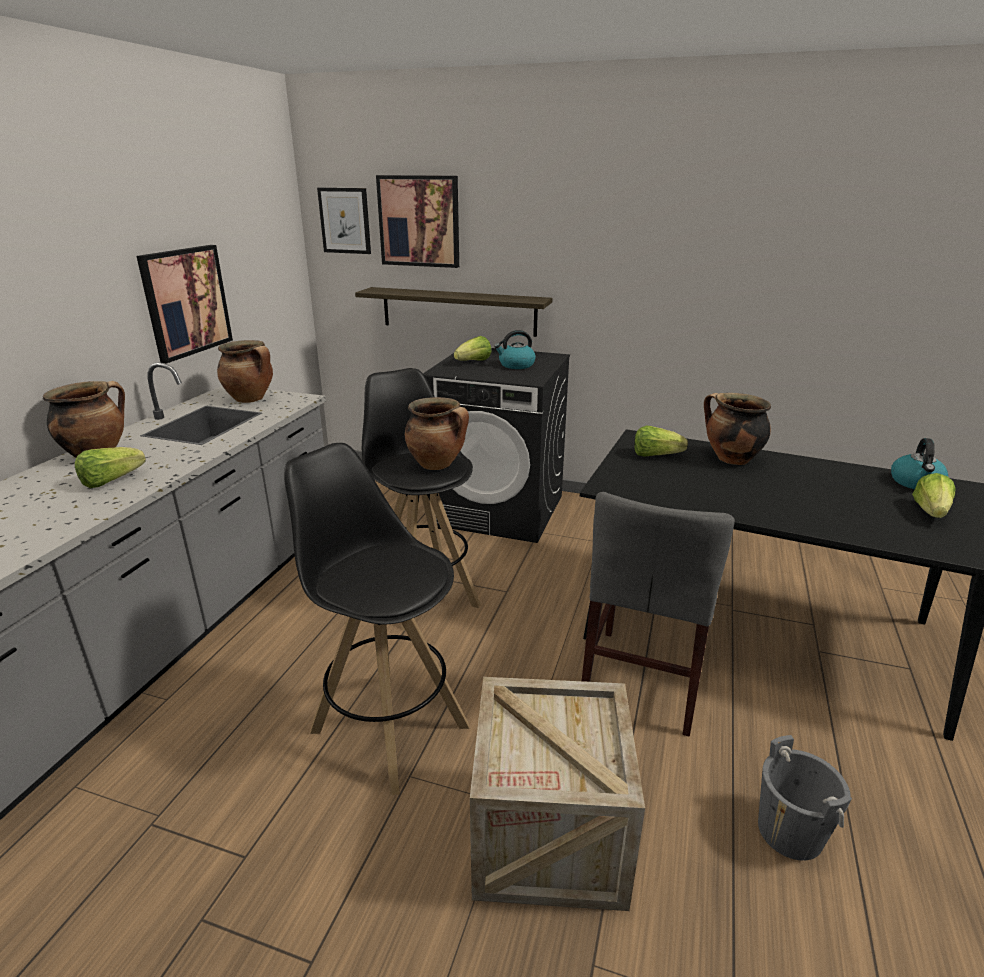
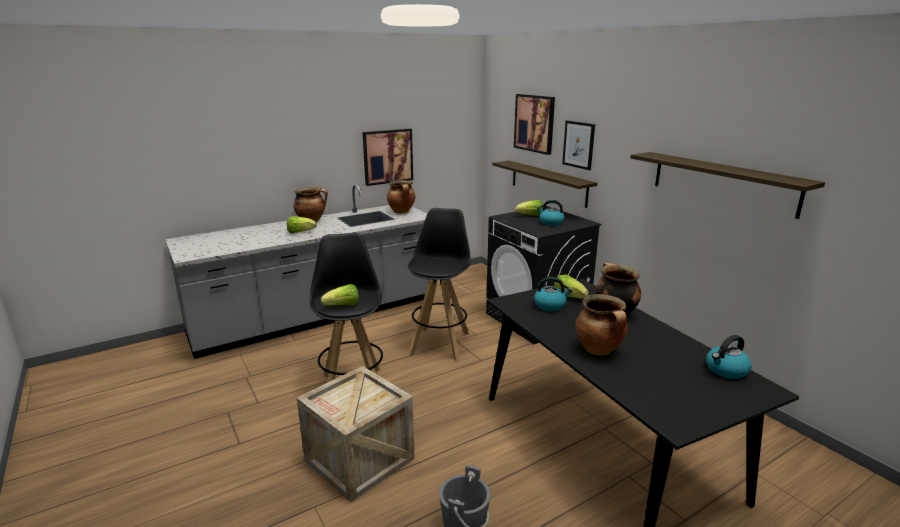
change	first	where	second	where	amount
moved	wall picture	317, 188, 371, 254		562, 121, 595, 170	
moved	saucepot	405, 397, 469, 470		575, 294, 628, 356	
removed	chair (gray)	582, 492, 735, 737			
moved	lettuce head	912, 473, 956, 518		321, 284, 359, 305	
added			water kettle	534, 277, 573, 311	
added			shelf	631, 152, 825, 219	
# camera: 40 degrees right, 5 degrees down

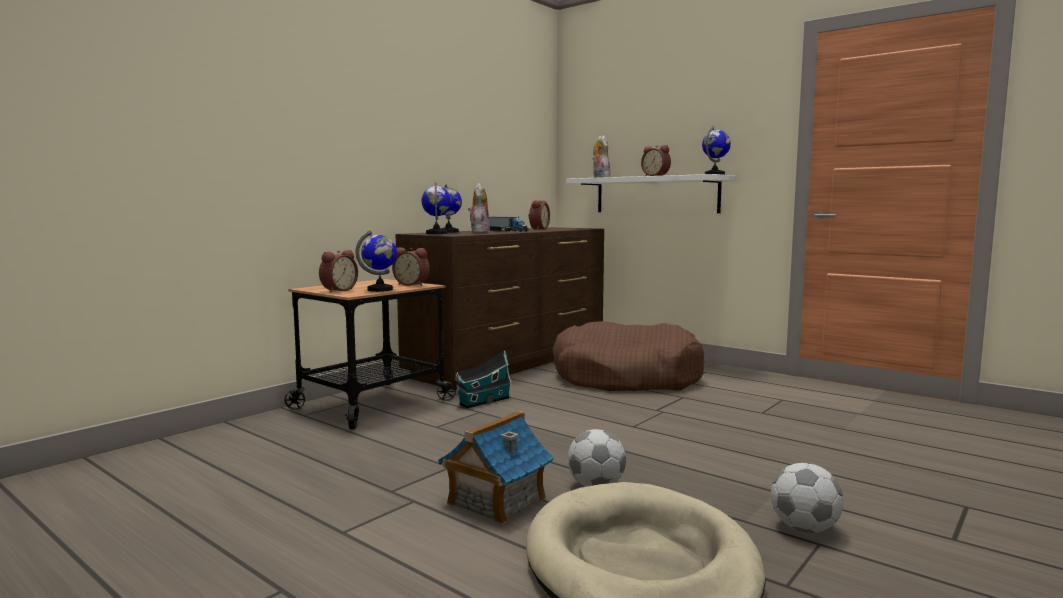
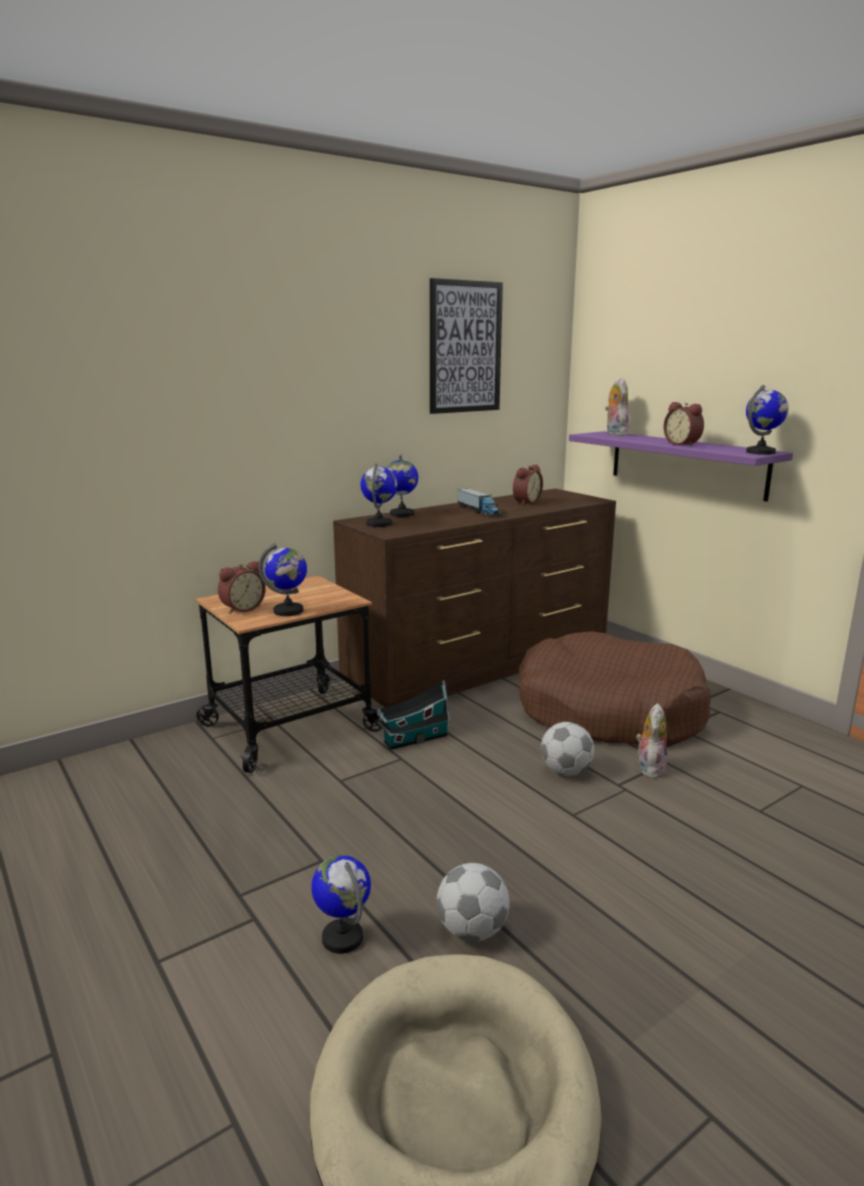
change	first	where	second	where	amount
removed	bedside clock	392, 247, 430, 286			
replaced	toy house	438, 411, 554, 525	desk globe	312, 855, 371, 954	
moved	soft toy	468, 183, 490, 232		636, 703, 667, 778	
recoloured	shelf (whitish)	566, 174, 735, 213	shelf (purple-coloured)	569, 431, 793, 502	
moved	football	771, 463, 844, 533		541, 722, 594, 776	
added			wall picture	430, 278, 503, 414	
# camera: 15 degrees right, 10 degrees up

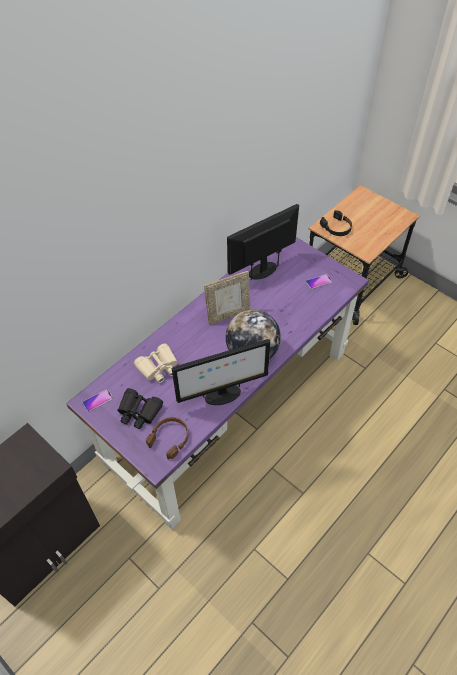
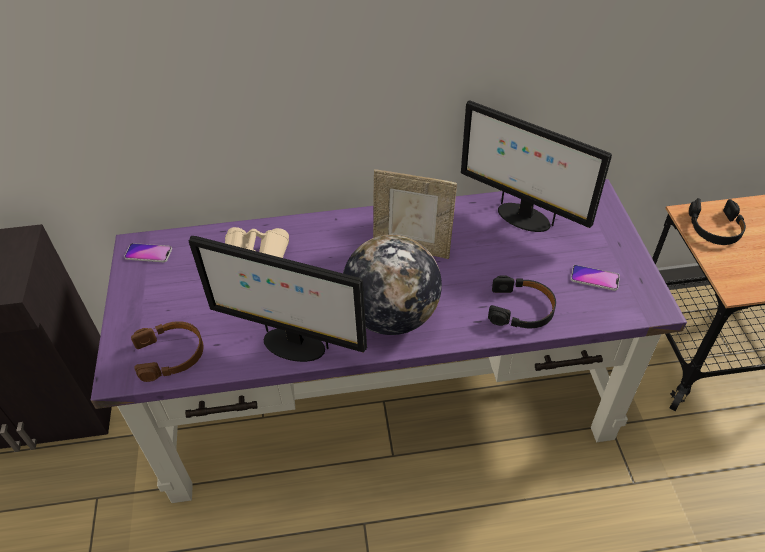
change	first	where	second	where	amount
removed	field glasses (black)	117, 388, 163, 429			
turned	monitor	227, 204, 299, 280		461, 100, 612, 232	150 degrees counterclockwise
added			headset (black)	488, 275, 556, 328	
# camera: 40 degrees right, 5 degrees down

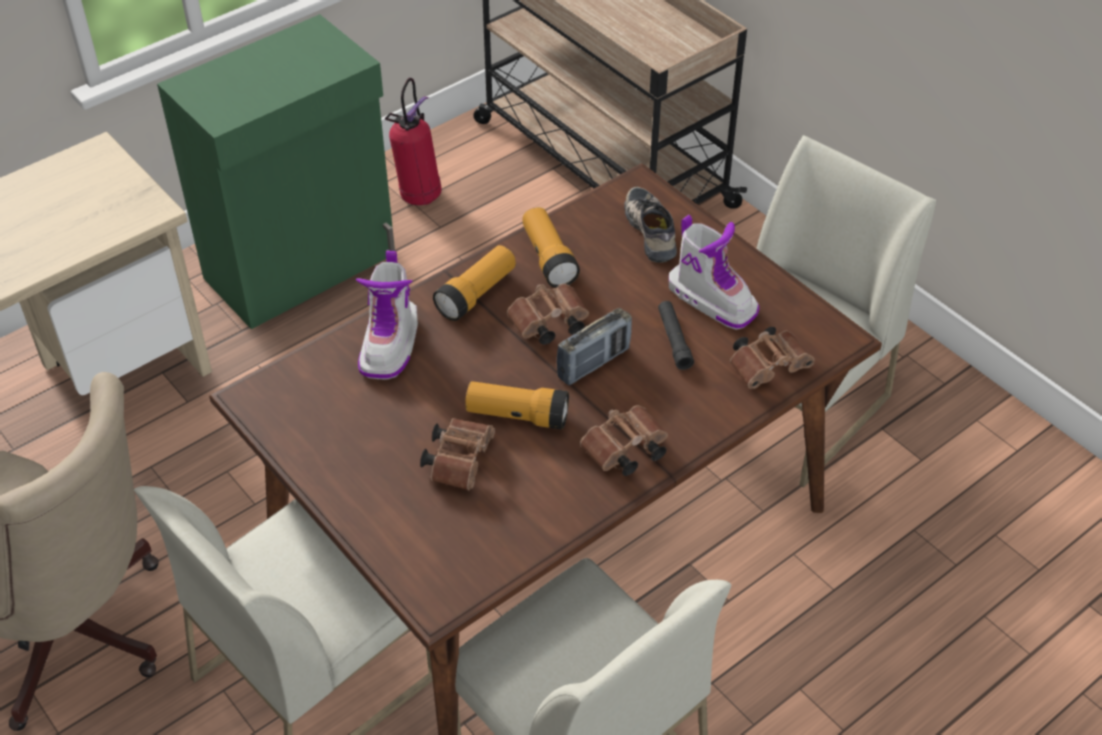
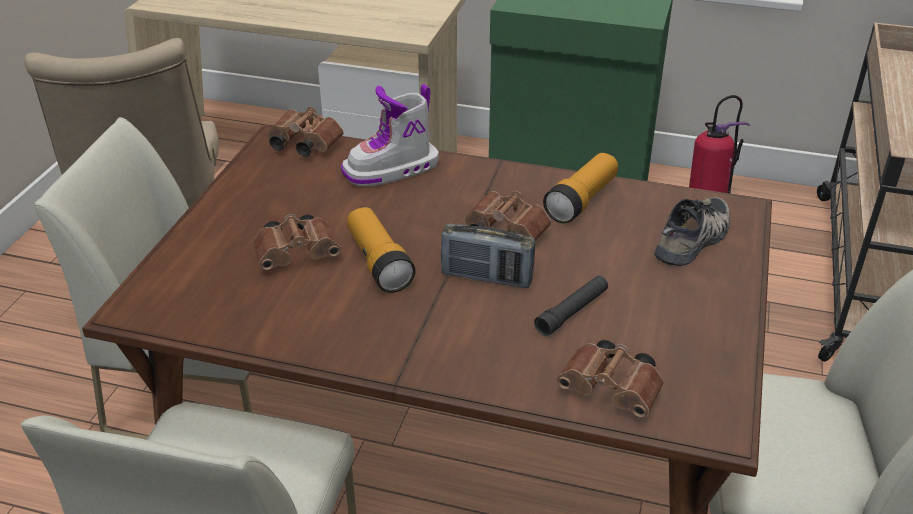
change	first	where	second	where	amount
removed	torch	433, 245, 516, 321			
moved	field glasses (brown)	580, 405, 668, 476		267, 107, 344, 157	
removed	boot	669, 215, 759, 330			
# camera: 55 degrees right, 10 degrees down

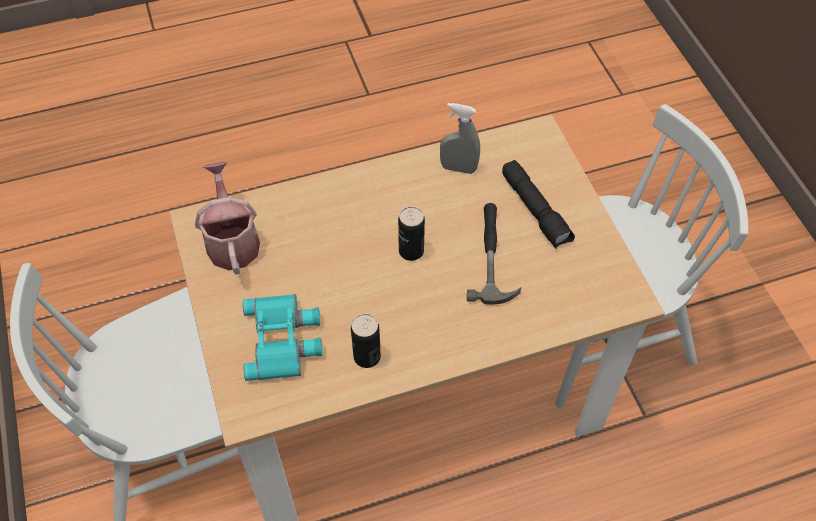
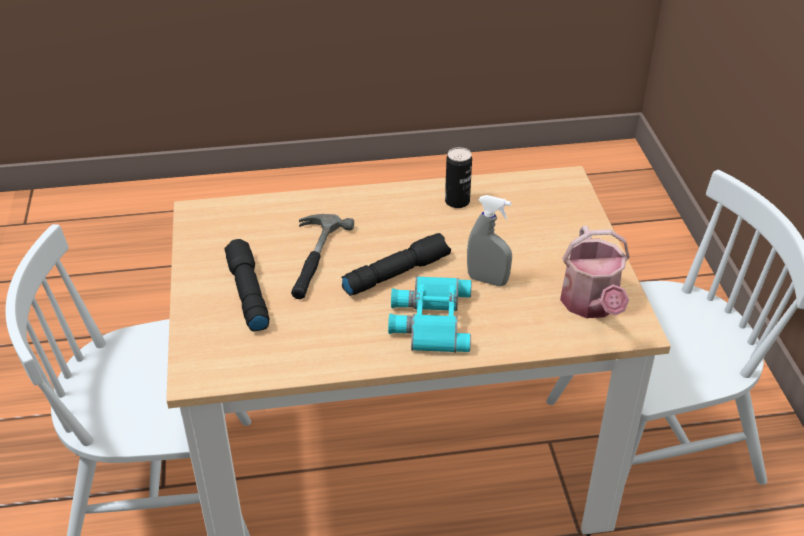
change	first	where	second	where	amount
moved	field glasses (turquoise)	243, 294, 322, 381		388, 276, 472, 352	
replaced	can	398, 206, 425, 261	torch (black)	342, 233, 451, 296	
moved	hand sprayer (gray)	440, 103, 480, 174		467, 195, 512, 286	
# camera: 170 degrees left, 15 degrees down

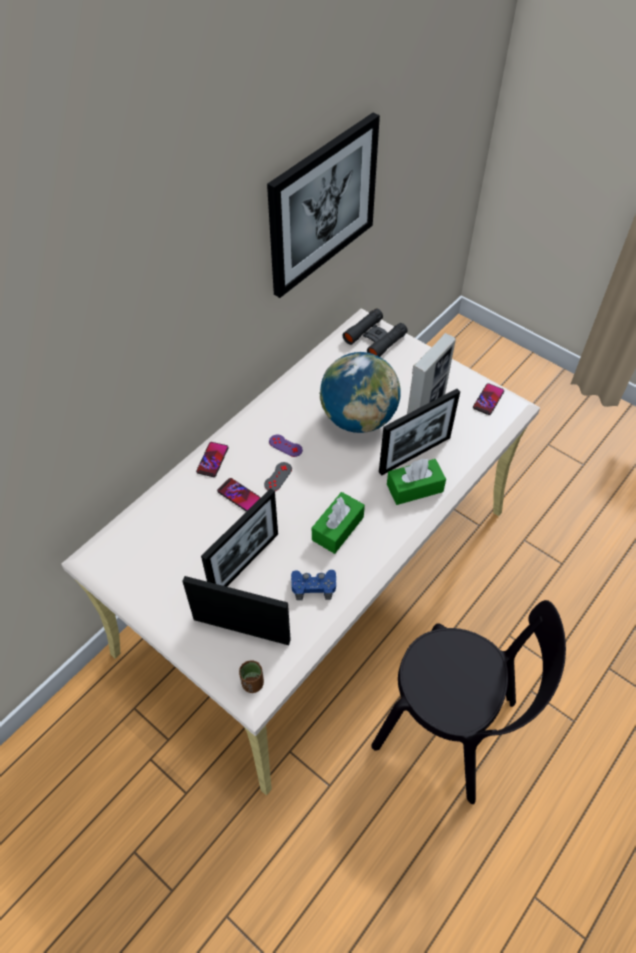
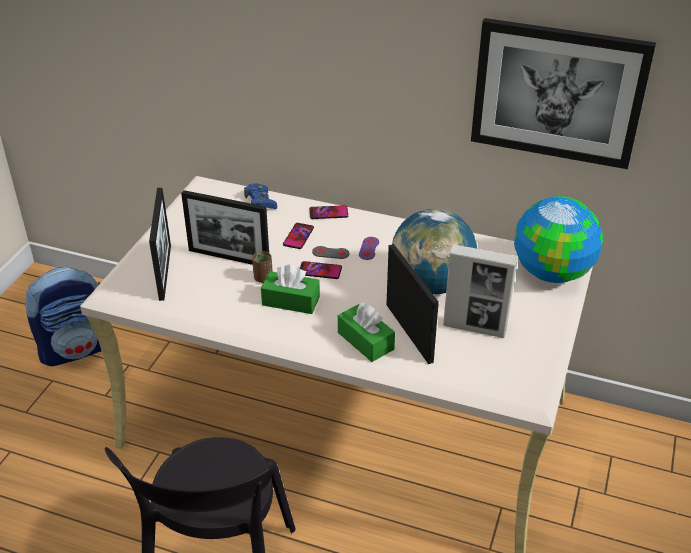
change	first	where	second	where	amount
moved	drinking cup (brown)	239, 660, 264, 693		252, 251, 273, 283	
moved	joypad (bluish)	291, 570, 336, 600		244, 183, 277, 209	
replaced	field glasses (black)	343, 309, 408, 357	desk globe	514, 196, 603, 283	
turned	standing frame	379, 389, 460, 475		386, 244, 439, 364	150 degrees counterclockwise
moved	handset	473, 383, 504, 415		300, 261, 342, 279	
added			rucksack	25, 267, 101, 366	
# camera: 70 degrees right, 15 degrees down

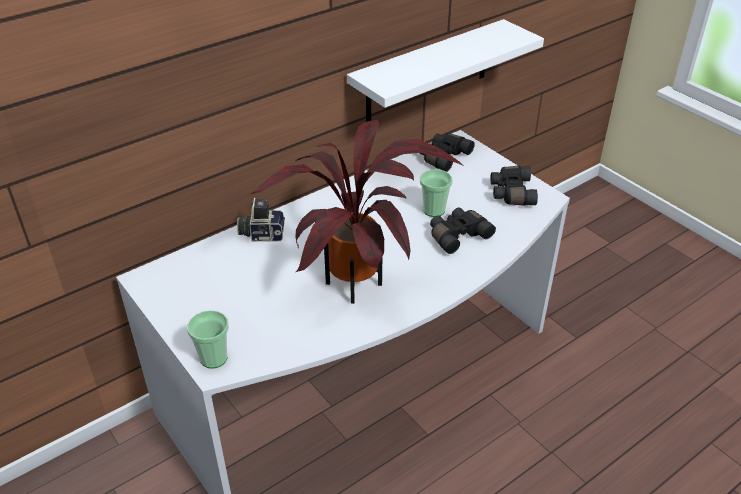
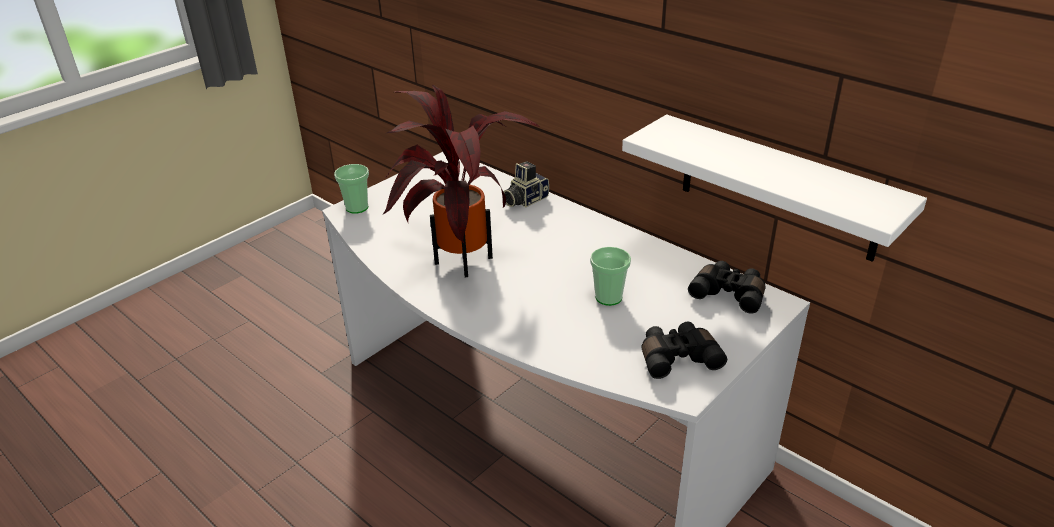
change	first	where	second	where	amount
turned	still camera	237, 198, 285, 242		504, 161, 549, 207	120 degrees counterclockwise
removed	field glasses (black)	430, 207, 496, 254			
# camera: 80 degrees right, 5 degrees down

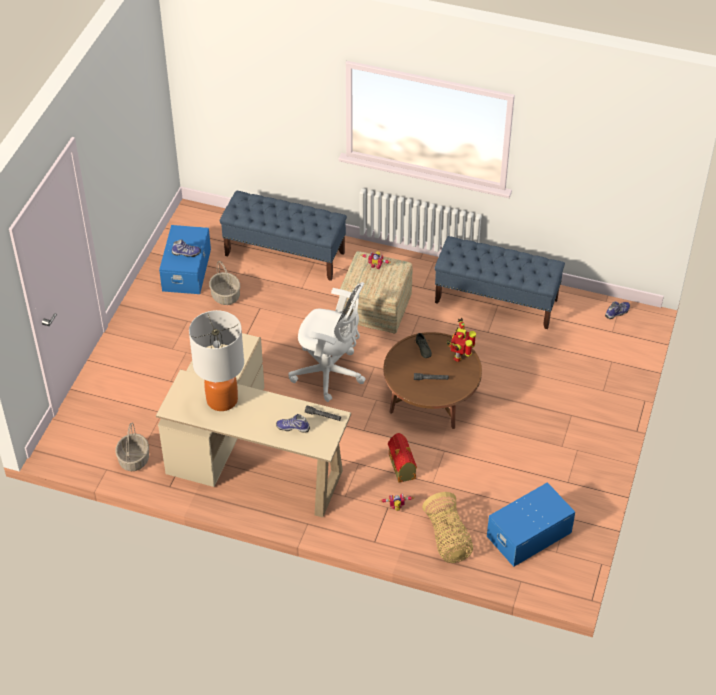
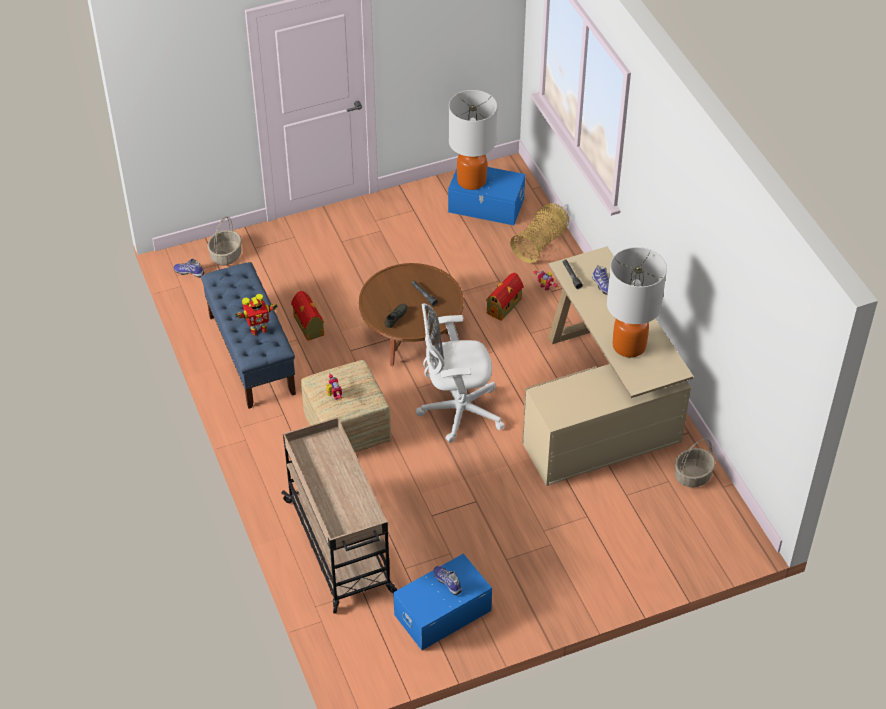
change	first	where	second	where	amount
moved	household basket	209, 261, 240, 305		207, 217, 242, 266	
replaced	indoor bench (bluish)	220, 191, 347, 281	trolley (sand-coloured)	281, 417, 397, 614	
turned	office chair (whitish)	288, 282, 365, 402		416, 303, 505, 443	75 degrees counterclockwise
moved	toy robot	446, 318, 476, 362		235, 294, 278, 336	
added			toy house	291, 291, 324, 341	
added			table lamp	449, 90, 497, 190	
# camera: 130 degrees left, 0 degrees up

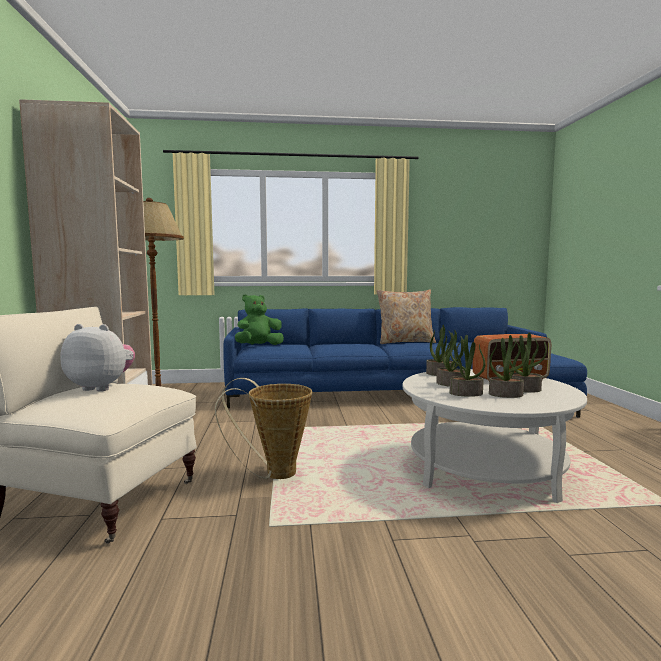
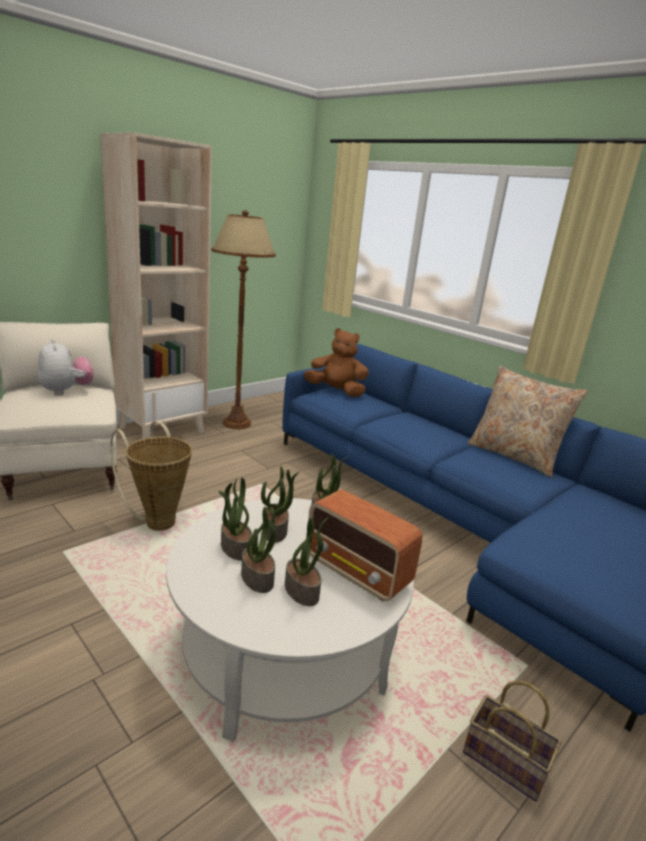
change	first	where	second	where	amount
recoloured	soft toy (green)	235, 294, 284, 345	soft toy (brown)	304, 328, 369, 397	
added			household basket	463, 681, 562, 802	
# camera: 50 degrees right, 15 degrees up

